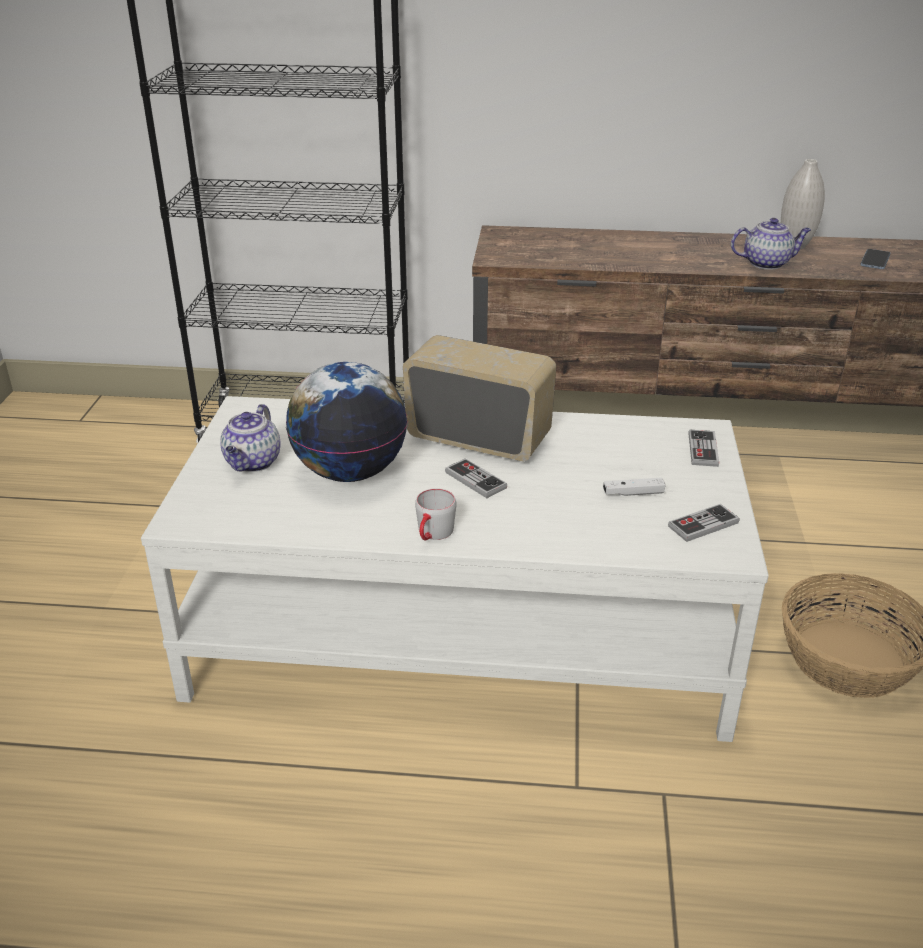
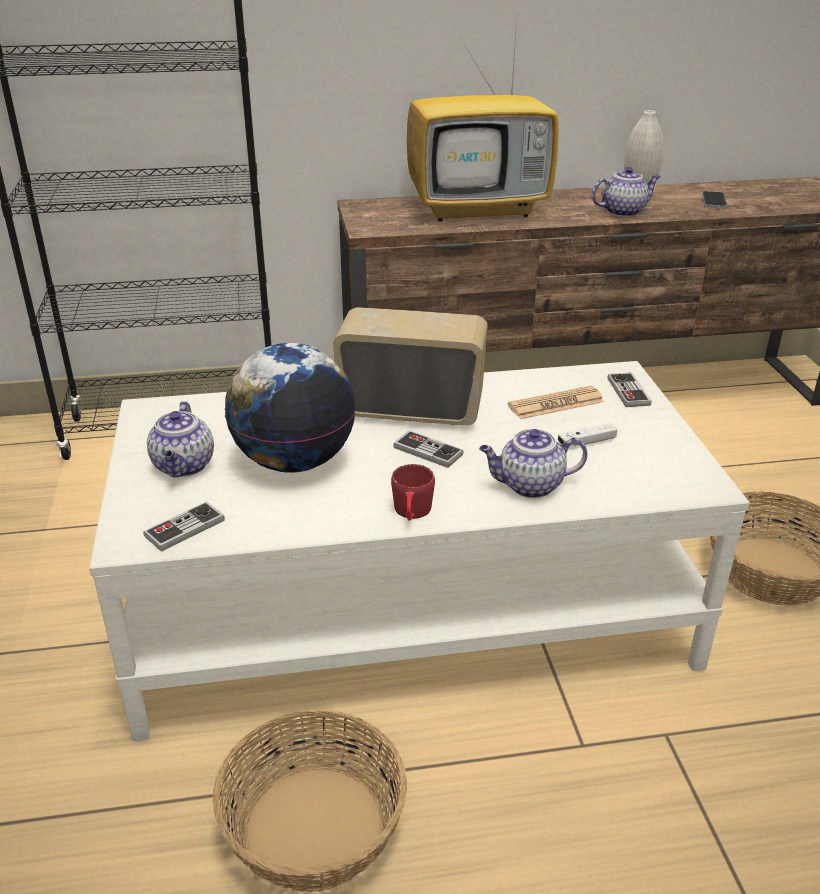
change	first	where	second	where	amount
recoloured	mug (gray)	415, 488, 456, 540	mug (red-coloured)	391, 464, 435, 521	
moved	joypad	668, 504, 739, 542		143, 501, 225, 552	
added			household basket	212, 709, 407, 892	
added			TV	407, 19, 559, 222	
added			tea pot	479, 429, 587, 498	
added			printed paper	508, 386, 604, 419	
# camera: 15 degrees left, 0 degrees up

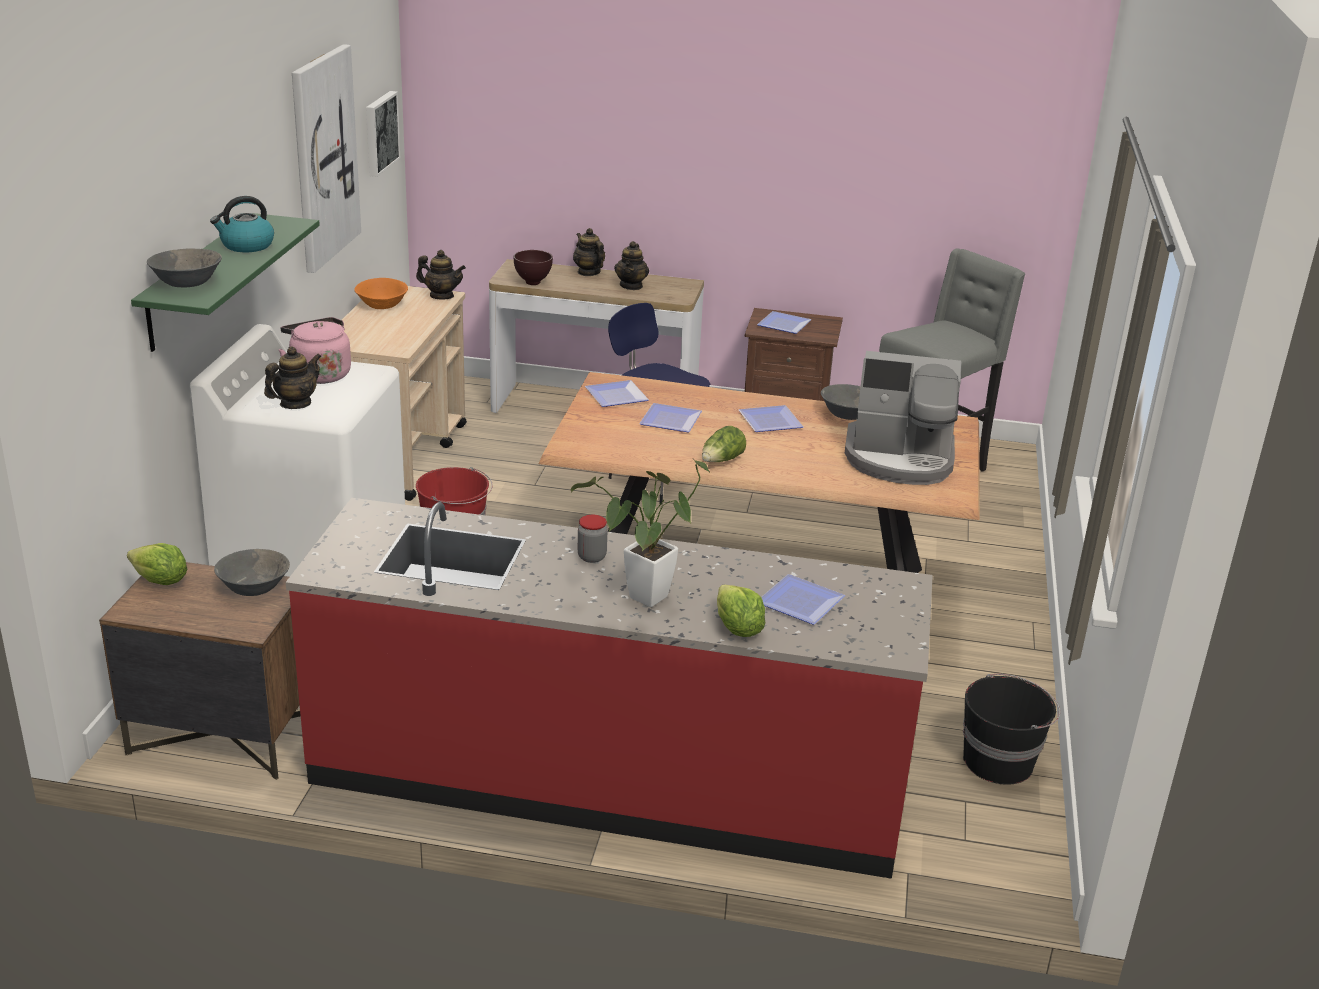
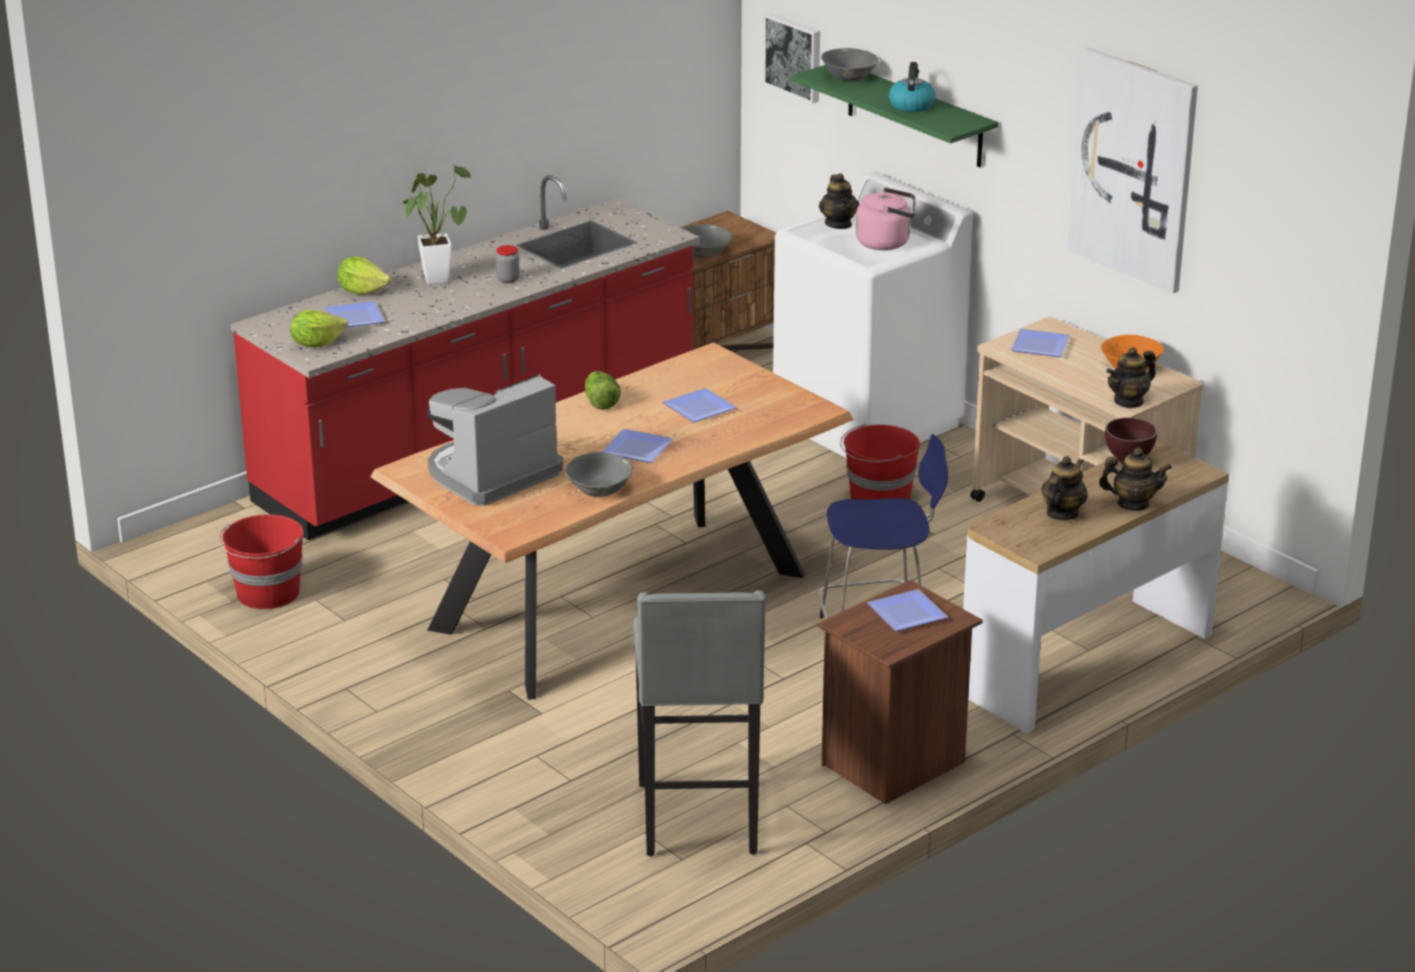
change	first	where	second	where	amount
moved	lettuce head	127, 543, 187, 585		290, 310, 348, 348	
moved	wall picture	366, 91, 400, 177		763, 13, 820, 104	
moved	flat dish	585, 380, 649, 407		1011, 329, 1071, 357	
turned	tea pot	614, 241, 649, 290		1041, 456, 1088, 520	75 degrees clockwise
recoloured	pail (black)	963, 674, 1060, 785	pail (red-coloured)	219, 514, 304, 609	
# camera: 130 degrees right, 0 degrees up

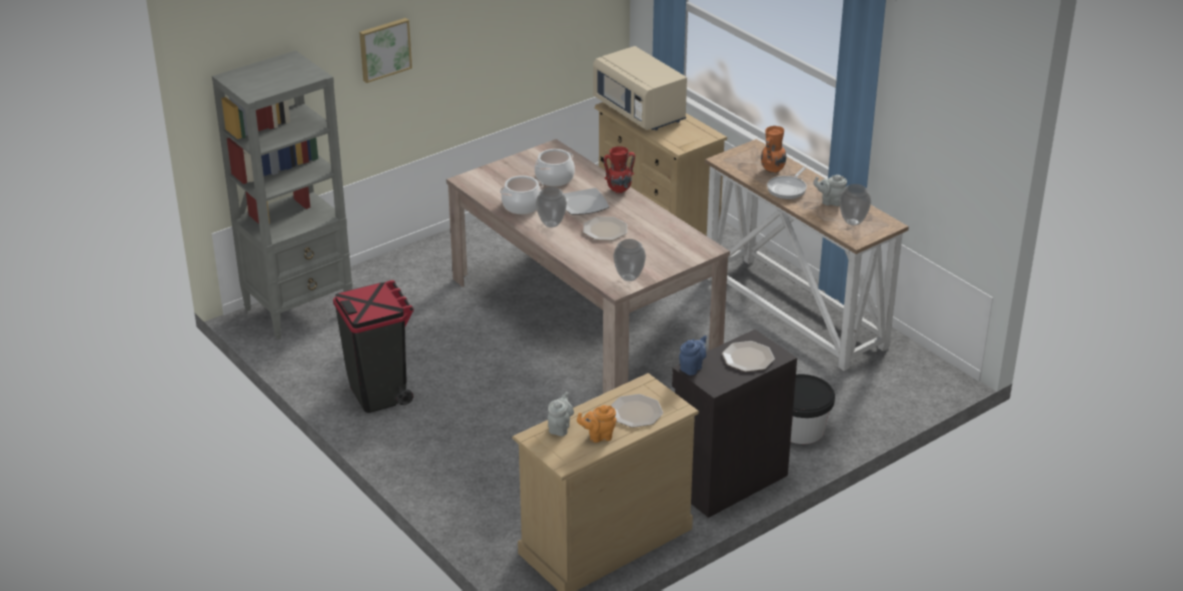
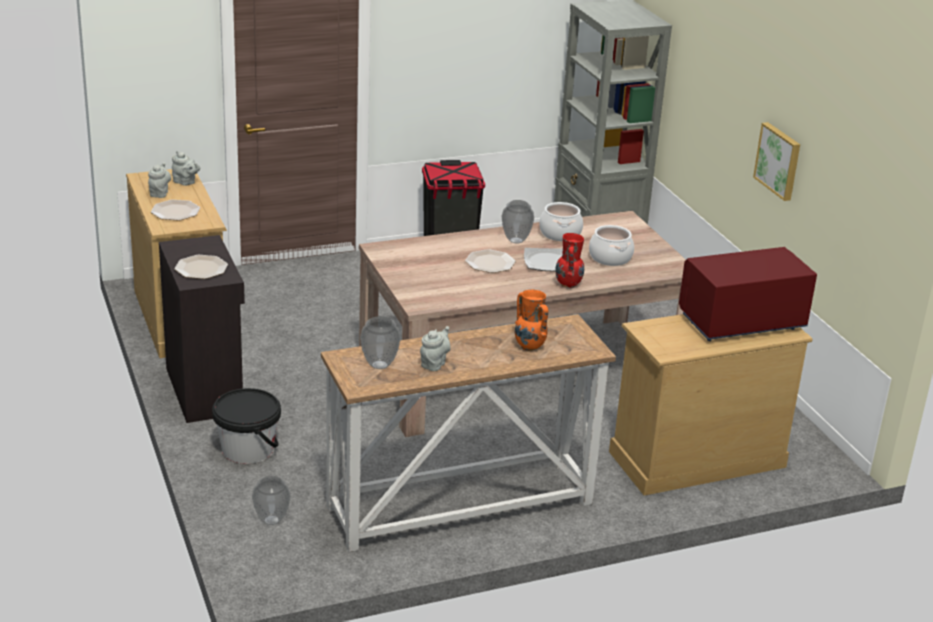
change	first	where	second	where	amount
moved	wall picture	359, 18, 412, 83		753, 122, 800, 201	
recoloured	tea pot (orange-coloured)	577, 405, 616, 443	tea pot (gray)	148, 162, 171, 198	
recoloured	microwave oven (sand-coloured)	593, 46, 687, 130	microwave oven (red-coloured)	679, 247, 817, 341	
moved	flower vase	613, 239, 646, 281		252, 476, 291, 525	
removed	tea pot (bluish)	679, 335, 707, 375			
removed	frying pan	767, 167, 807, 199			
# camera: 105 degrees right, 5 degrees down

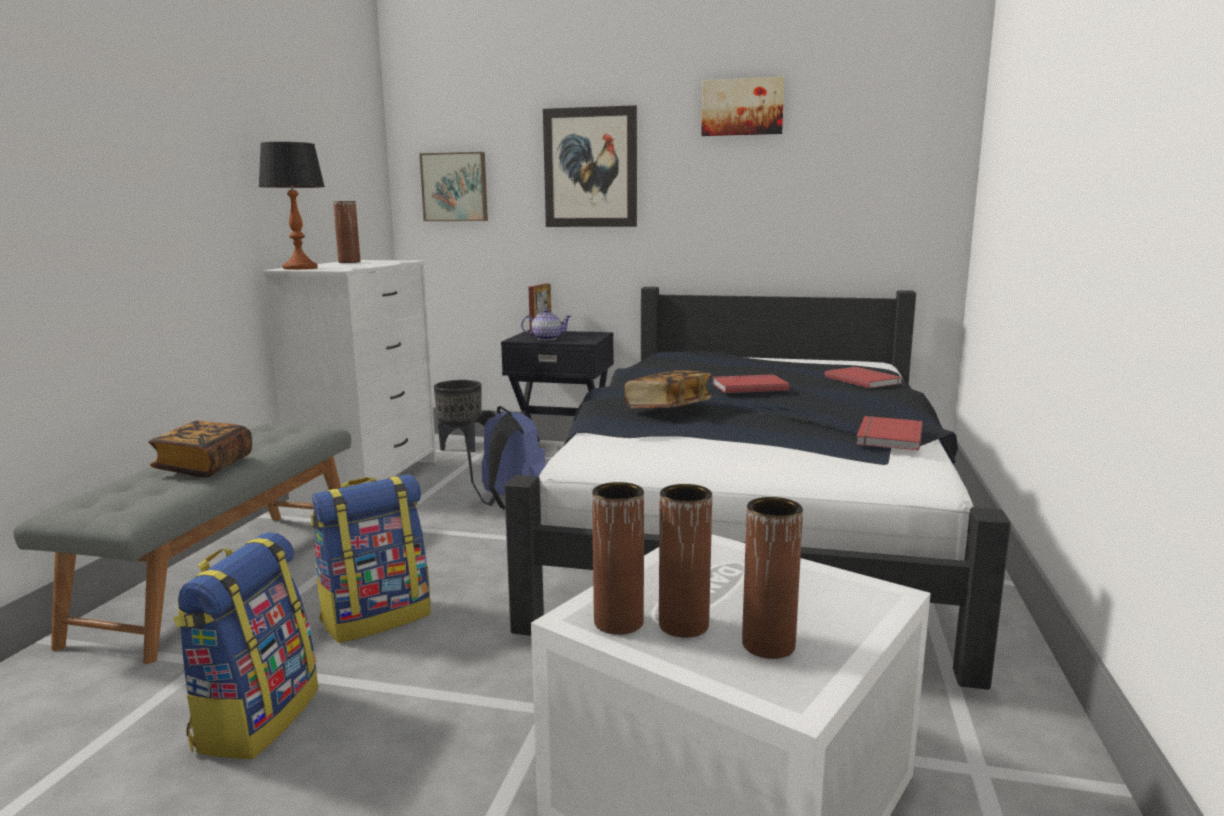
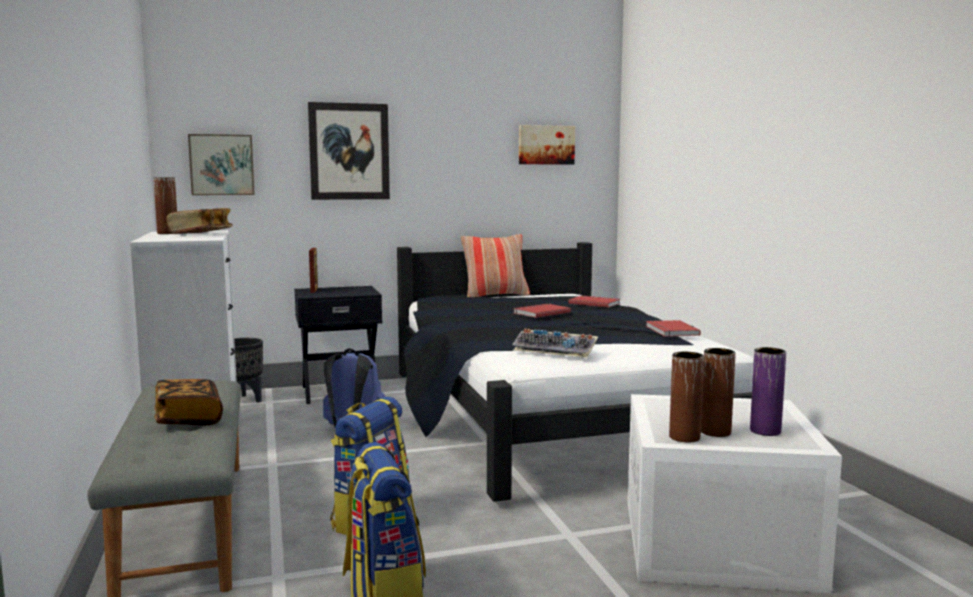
change	first	where	second	where	amount
removed	table lamp	258, 142, 325, 270			
removed	tea pot	521, 309, 572, 340			
moved	bound book	624, 370, 712, 408		166, 208, 233, 234	
moved	wall picture	701, 77, 785, 136		519, 125, 575, 165	
recoloured	flower vase (brown)	742, 497, 803, 659	flower vase (purple-coloured)	750, 347, 786, 436	
added			pillow	461, 234, 530, 297	
added			computer keyboard	512, 328, 598, 358	
# camera: 30 degrees left, 5 degrees down

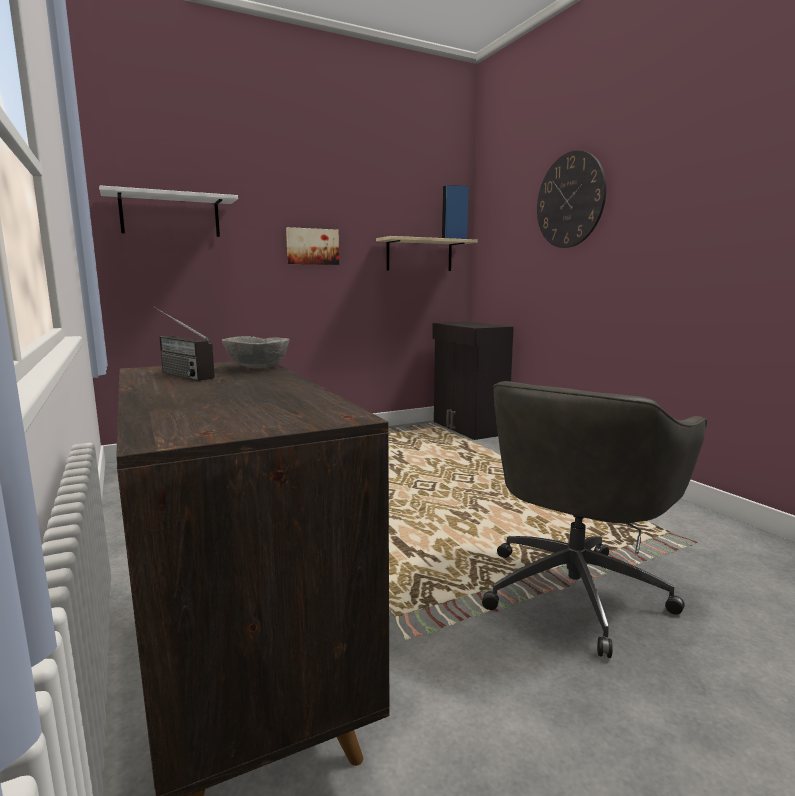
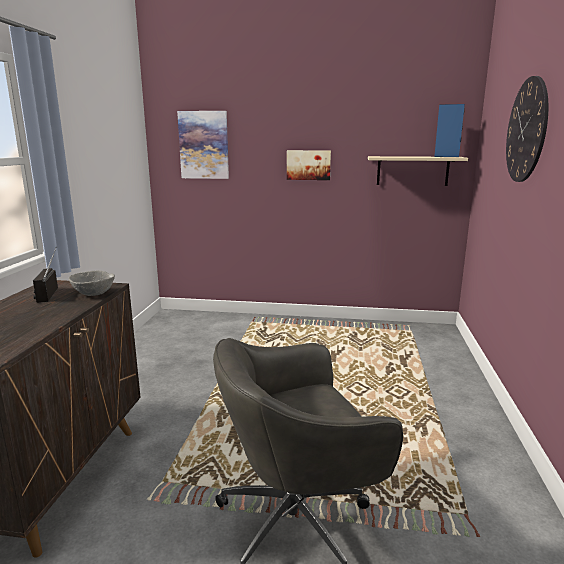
change	first	where	second	where	amount
replaced	shelf (whitish)	99, 185, 238, 237	wall picture	177, 111, 229, 179	
removed	cabinet (black)	432, 322, 514, 440			
# camera: 35 degrees right, 5 degrees up

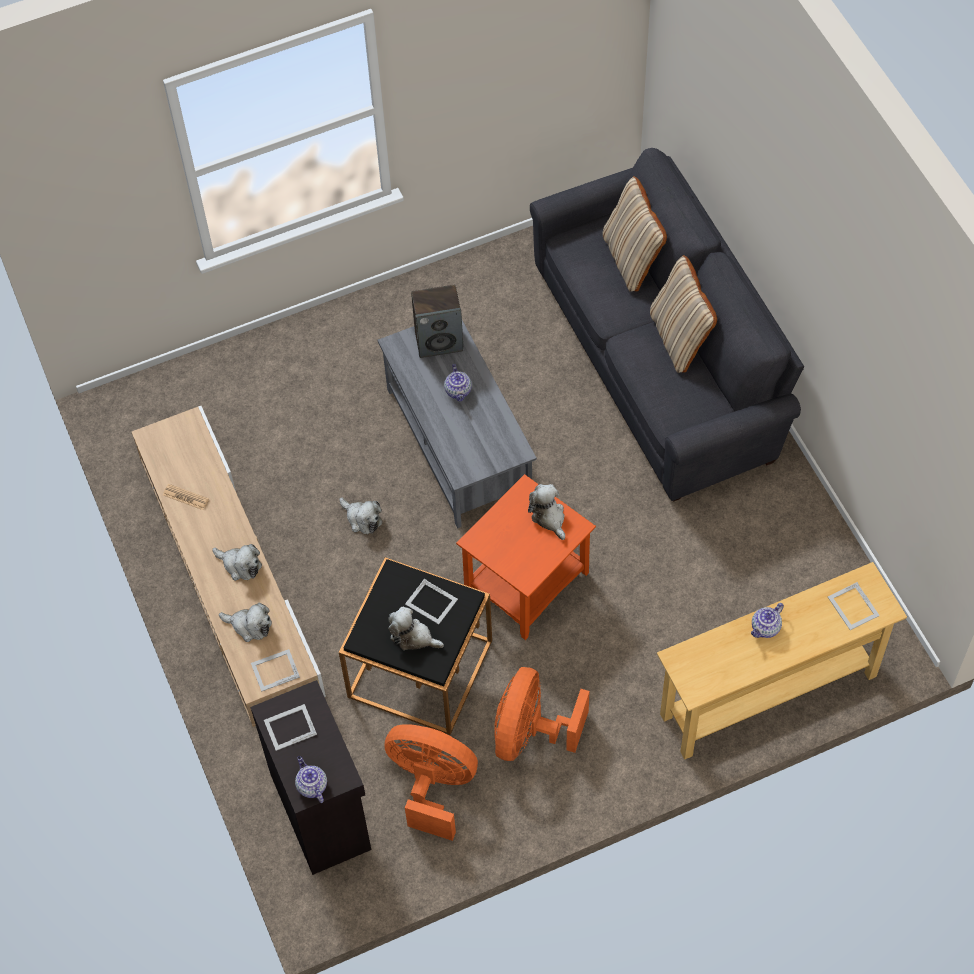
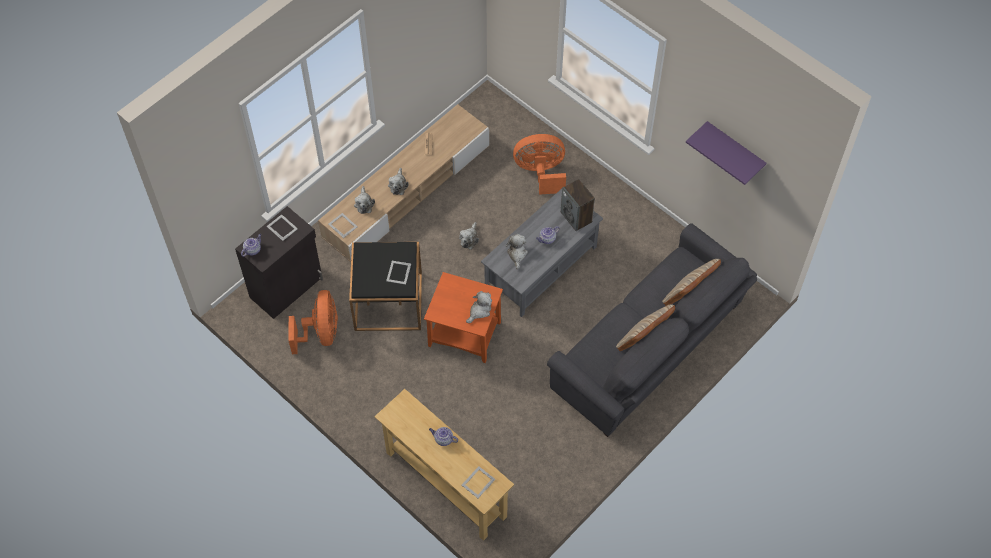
change	first	where	second	where	amount
moved	soft toy	388, 607, 444, 650		506, 234, 528, 269	
moved	electric fan (orange-coloured)	494, 667, 590, 761		513, 134, 566, 195	
added			shelf (purple-coloured)	686, 121, 766, 185	
# camera: 65 degrees right, 0 degrees up

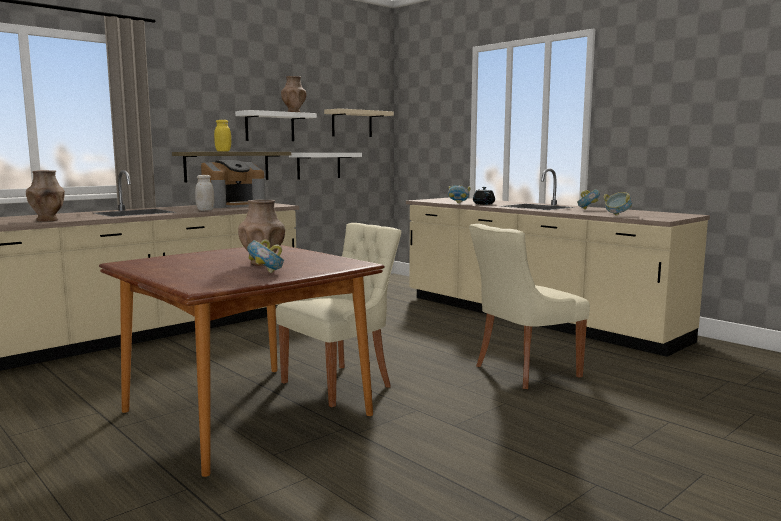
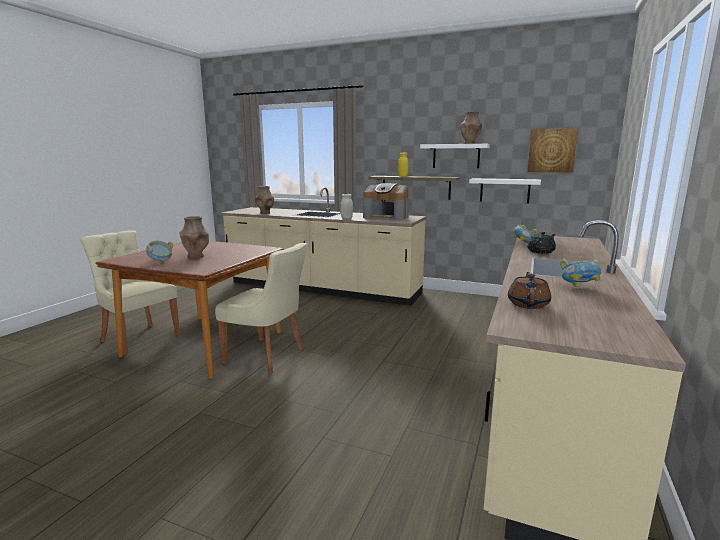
change	first	where	second	where	amount
replaced	shelf (sand-coloured)	324, 108, 394, 137	wall picture	528, 128, 578, 172	
moved	chair (sand-coloured)	469, 224, 590, 389		80, 230, 180, 355	
replaced	bowl	603, 192, 633, 216	tea pot (brown)	508, 272, 551, 309	
# camera: 65 degrees right, 5 degrees up

